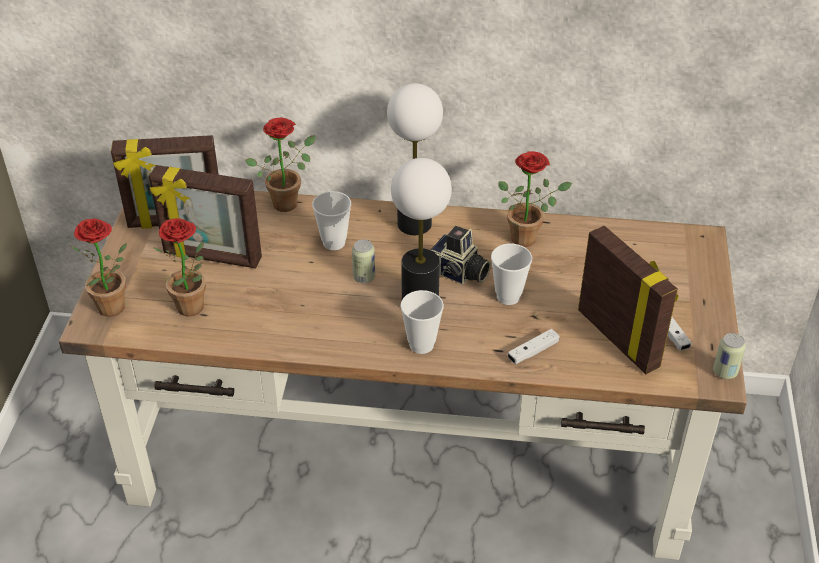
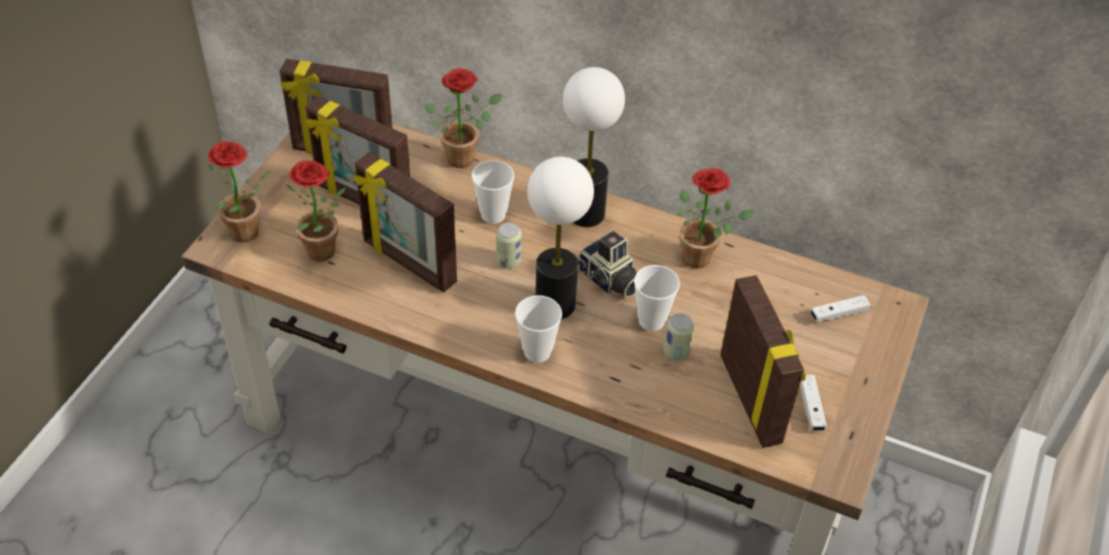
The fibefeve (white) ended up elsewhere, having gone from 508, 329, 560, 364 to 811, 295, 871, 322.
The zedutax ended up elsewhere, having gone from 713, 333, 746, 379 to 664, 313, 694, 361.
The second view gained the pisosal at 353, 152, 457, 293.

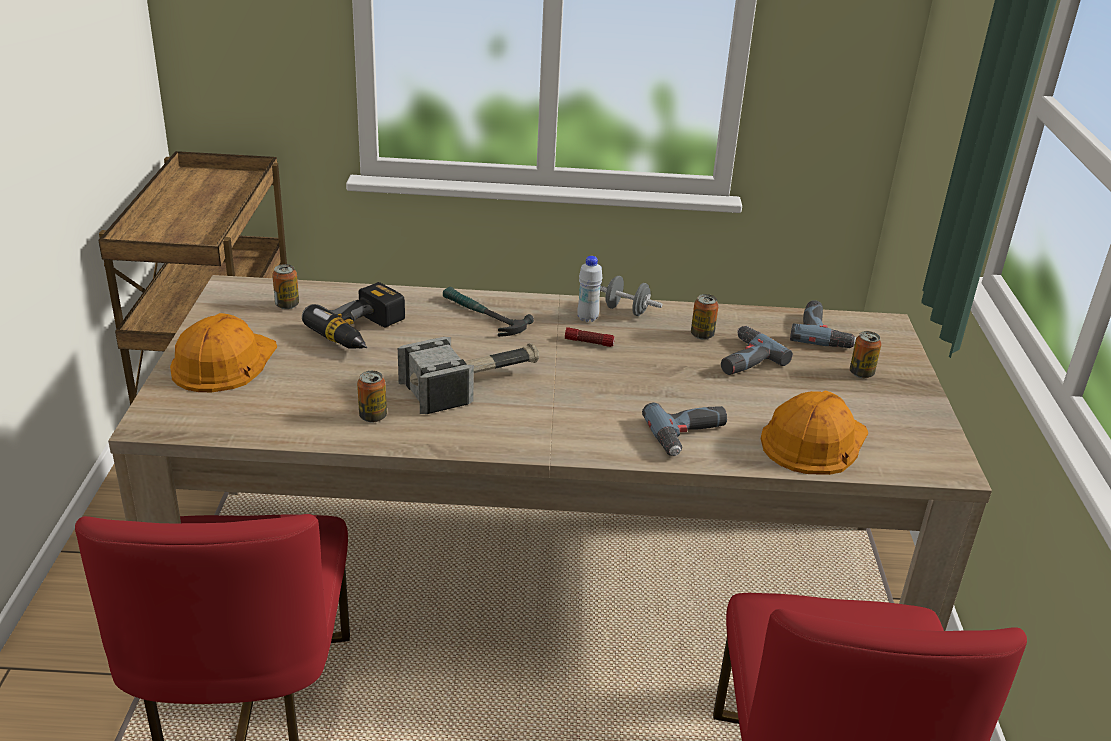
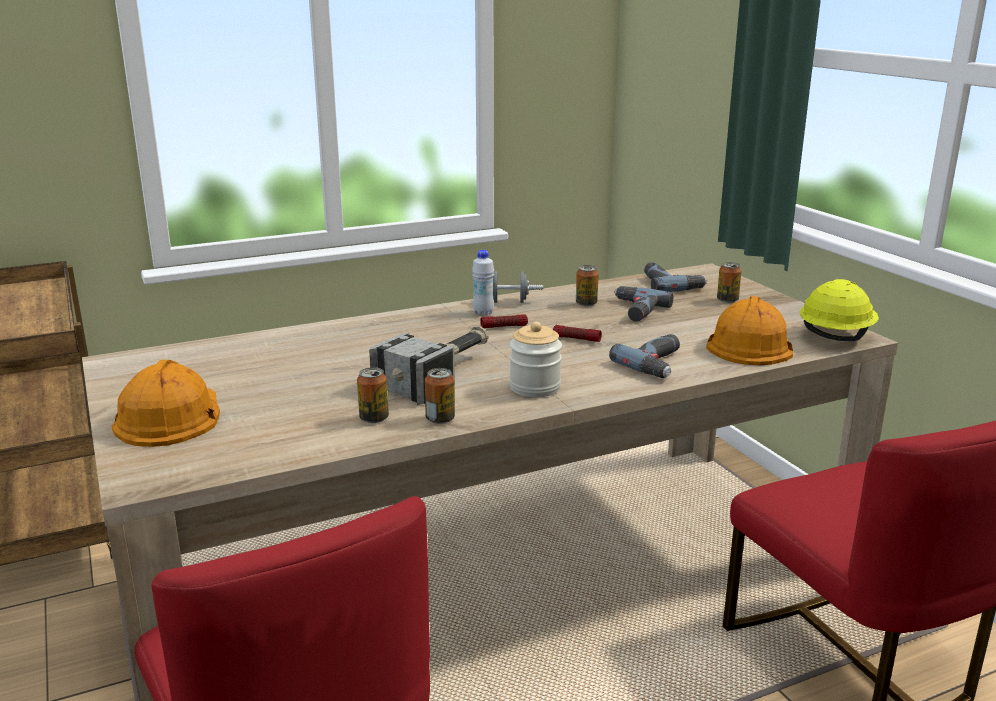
The zedutax ended up elsewhere, having gone from 272, 264, 299, 309 to 425, 368, 455, 424.
The second view lost the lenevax at 302, 282, 405, 349.
The second view lost the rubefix at 443, 287, 534, 337.
The second view gained the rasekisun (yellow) at 800, 279, 879, 341.
The second view gained the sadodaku at 509, 322, 562, 397.
The second view gained the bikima at 553, 325, 602, 342.

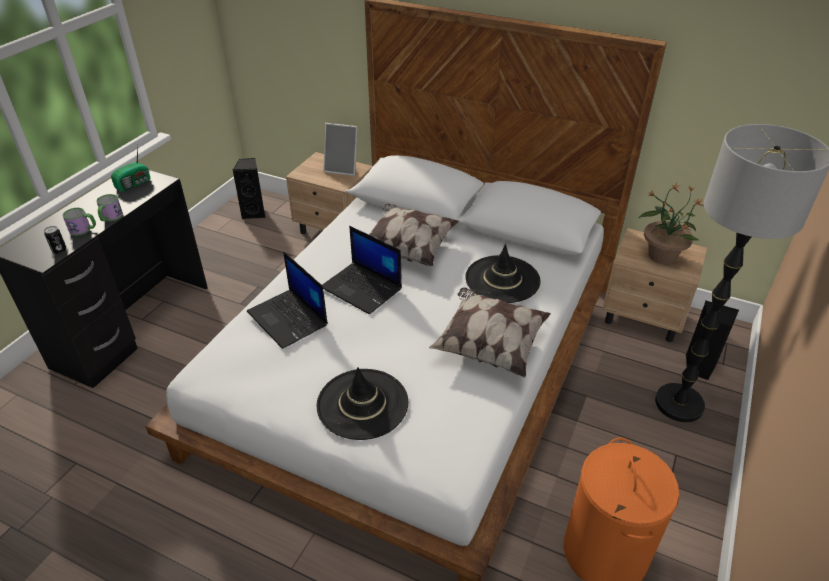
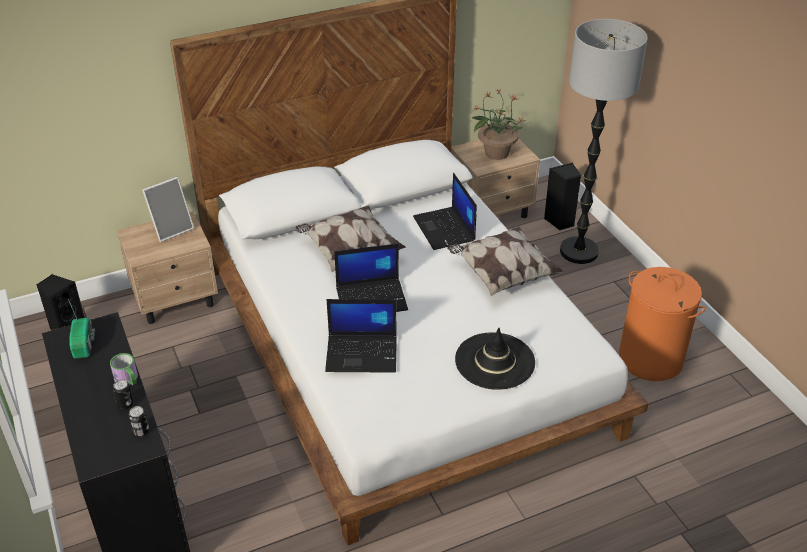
Where the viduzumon stood at 63, 208, 96, 236, the zedutax came to stand at 113, 379, 134, 409.
Where the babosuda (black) stood at 465, 244, 541, 303, the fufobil came to stand at 413, 173, 477, 250.

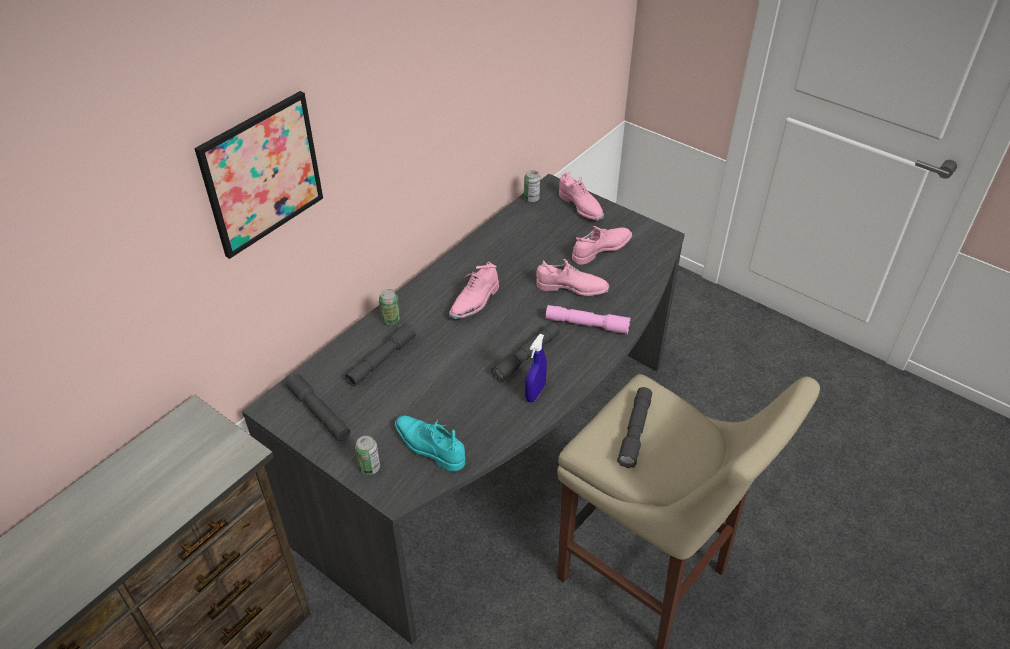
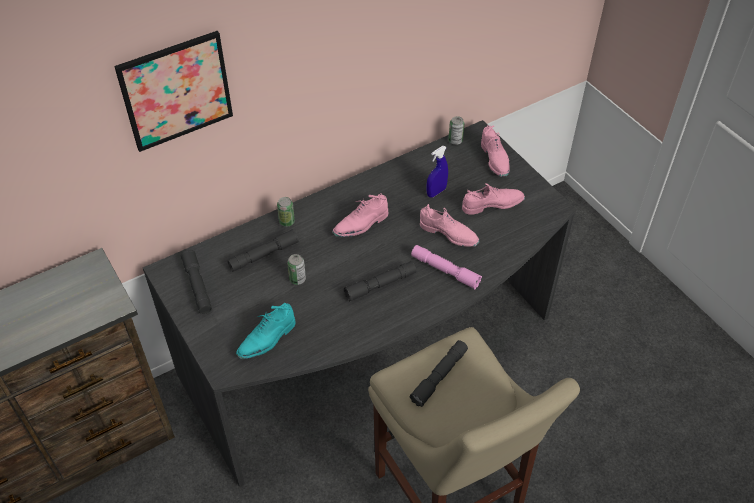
The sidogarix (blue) ended up elsewhere, having gone from 525, 334, 547, 402 to 427, 146, 448, 198.
The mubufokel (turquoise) at 394, 416, 465, 471 ended up facing another way, 105 degrees counterclockwise from before.
The zedutax ended up elsewhere, having gone from 355, 436, 380, 475 to 287, 254, 306, 285.

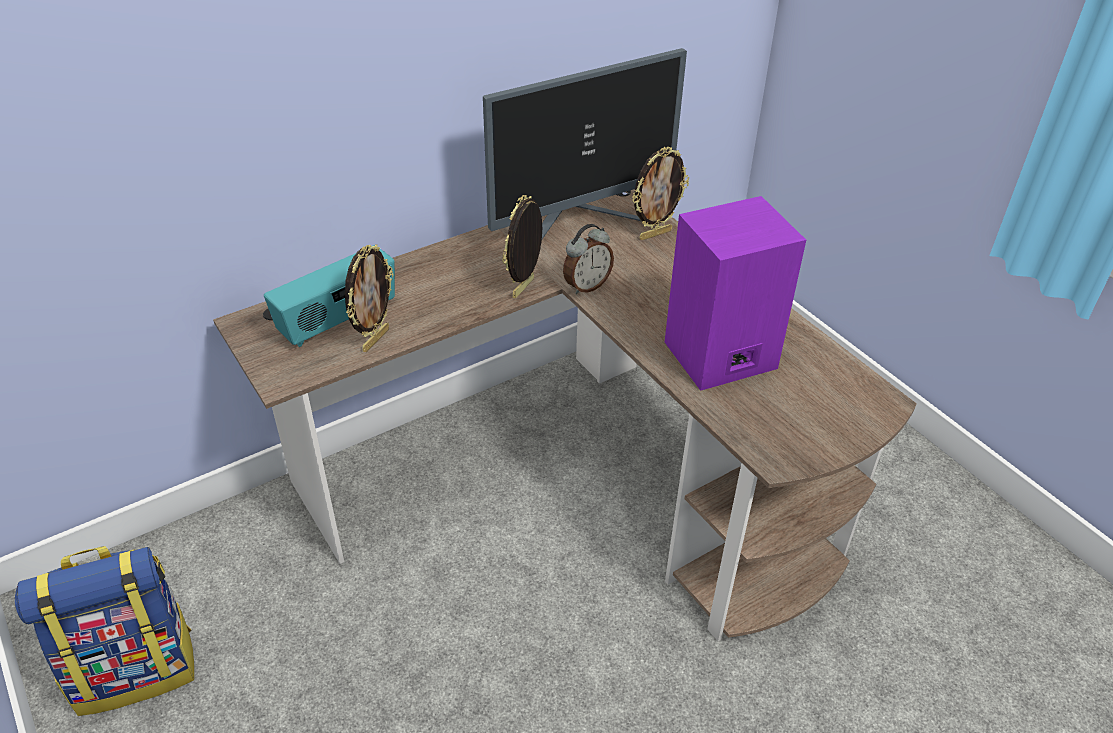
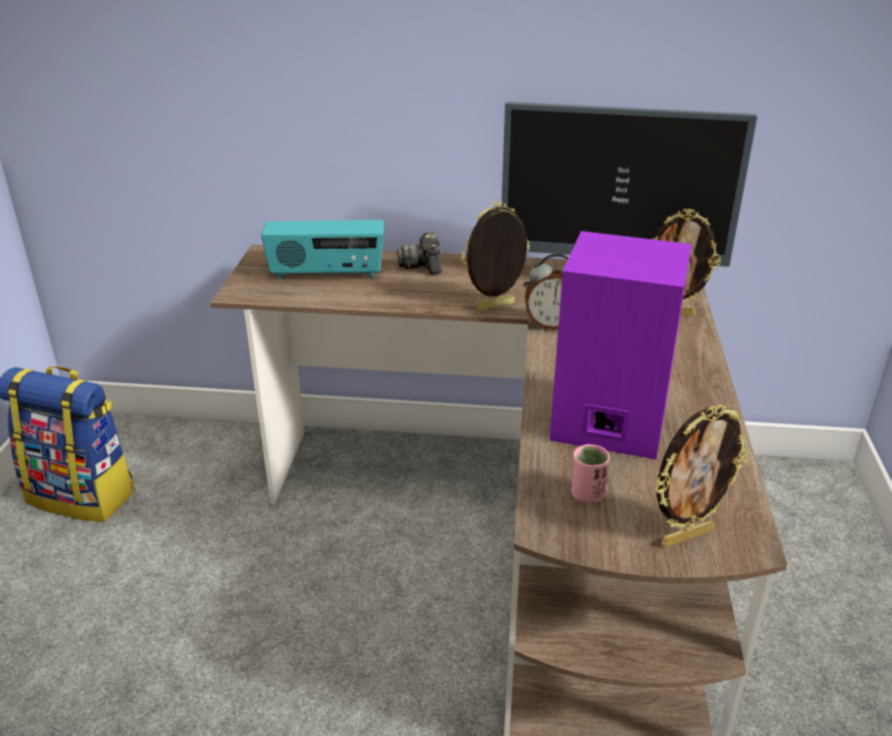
The pisosal ended up elsewhere, having gone from 345, 244, 394, 352 to 654, 405, 748, 547.
The second view gained the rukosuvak at 397, 232, 442, 275.
The second view gained the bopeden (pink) at 571, 444, 610, 503.

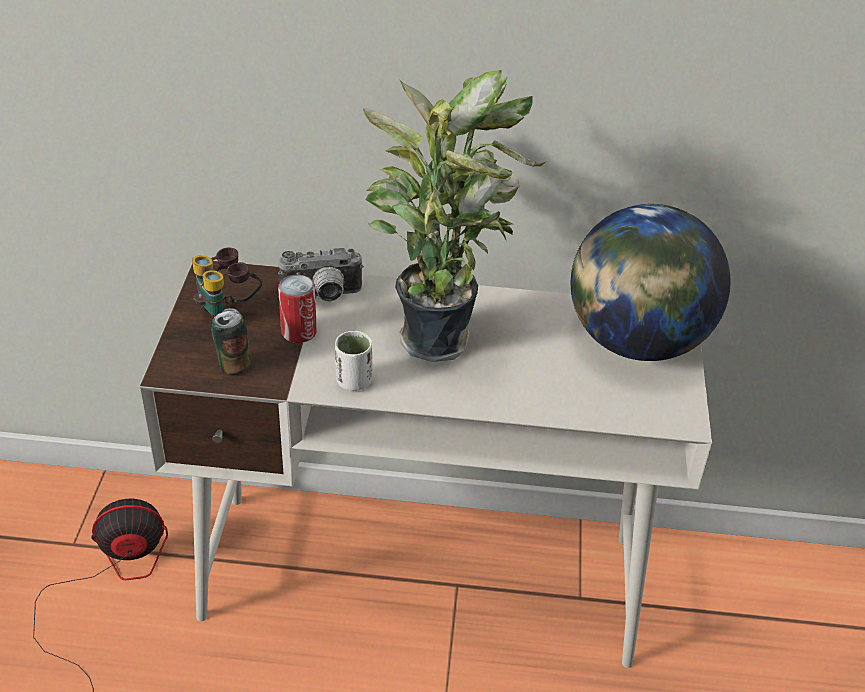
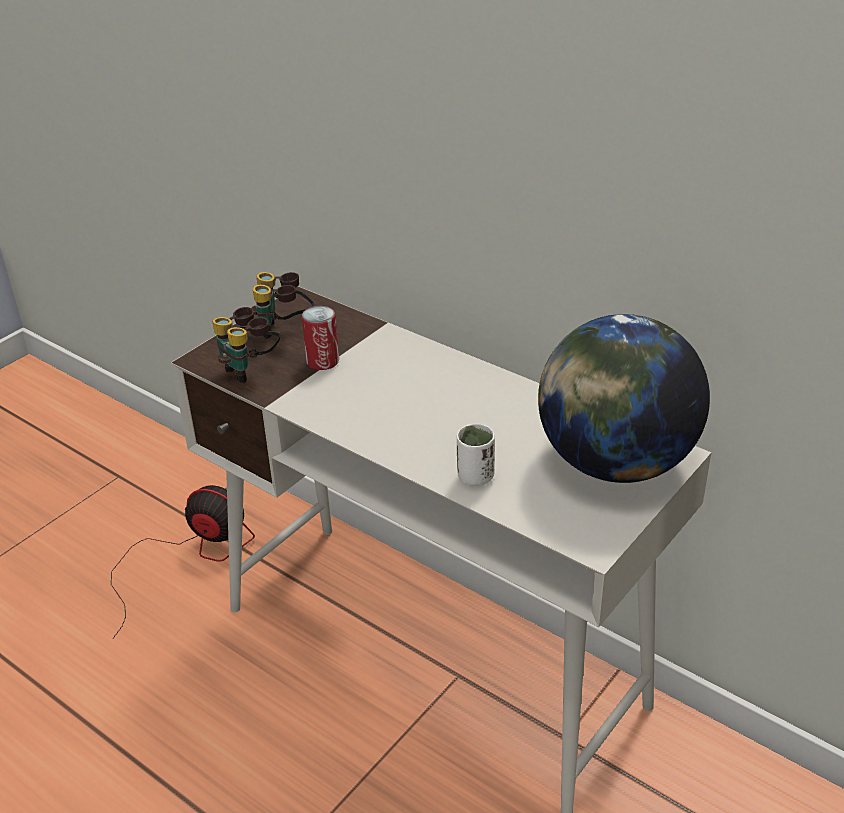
The second view lost the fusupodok at 363, 70, 547, 362.
The second view lost the rukosuvak at 278, 248, 364, 302.
Where the zedutax stood at 211, 308, 251, 375, the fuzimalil came to stand at 212, 307, 280, 383.
The bopeden (white) ended up elsewhere, having gone from 335, 331, 372, 391 to 457, 423, 495, 486.

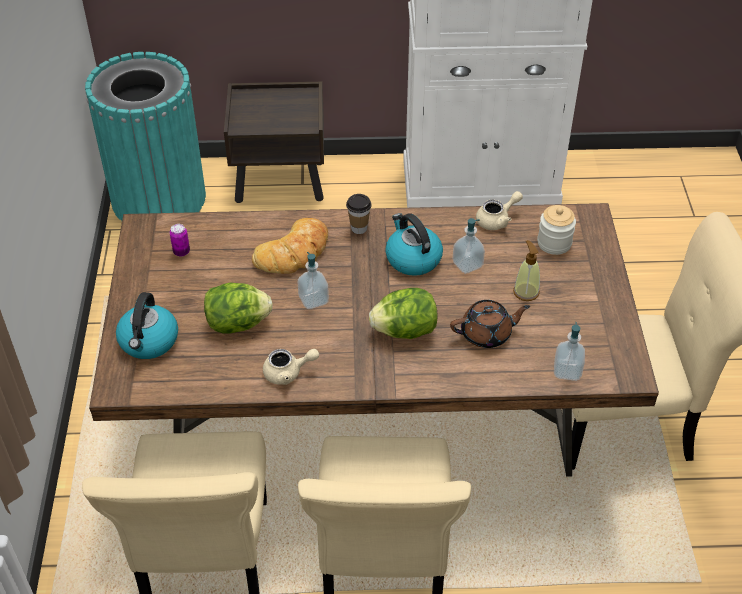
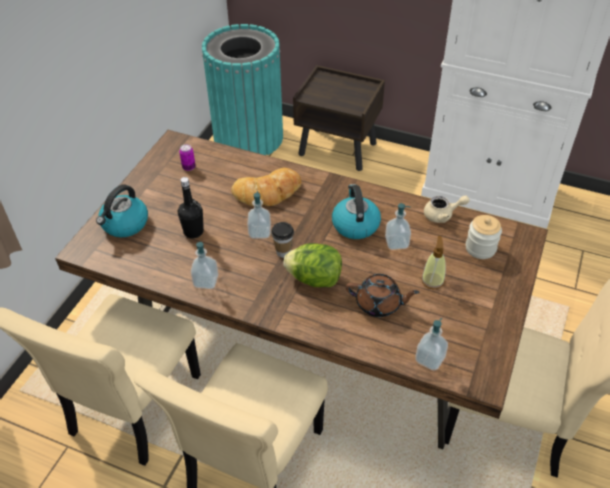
The bopeden ended up elsewhere, having gone from 346, 194, 372, 234 to 271, 222, 294, 258.
Where the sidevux stood at 204, 283, 273, 334, the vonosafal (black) came to stand at 178, 177, 204, 238.
Where the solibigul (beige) stood at 263, 349, 319, 385, the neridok came to stand at 191, 242, 219, 289.

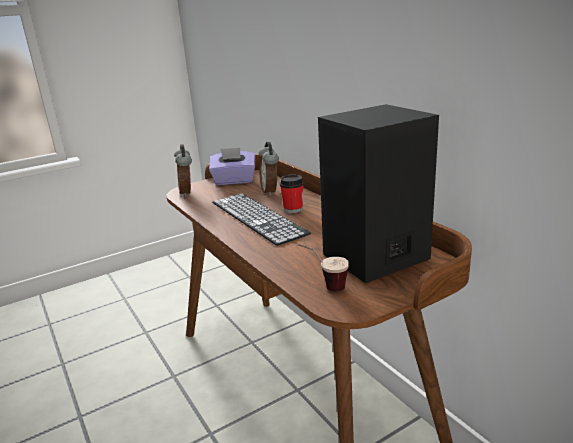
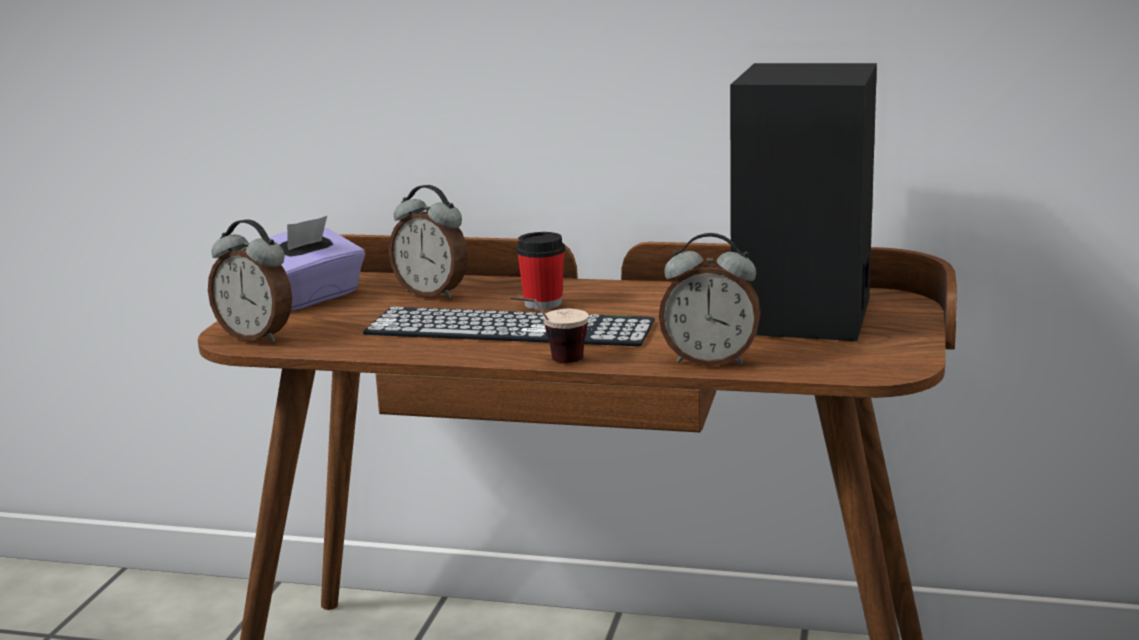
The bopeden ended up elsewhere, having gone from 297, 244, 349, 292 to 509, 297, 589, 363.
The second view gained the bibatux at 659, 233, 761, 366.

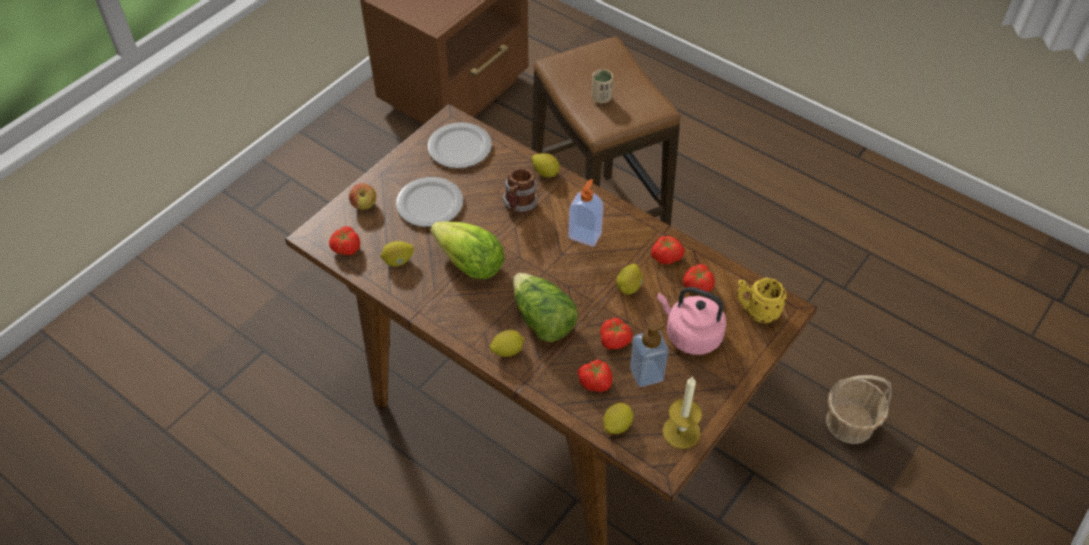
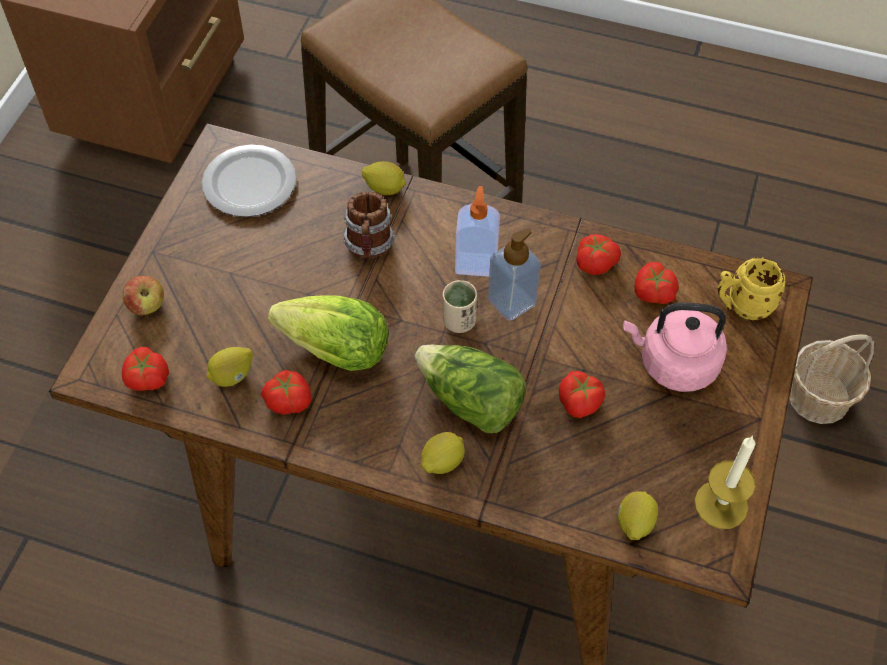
The bopeden (beige) ended up elsewhere, having gone from 592, 69, 613, 103 to 443, 280, 477, 333.
The second view lost the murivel at 396, 177, 463, 227.
The second view lost the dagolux at 616, 264, 642, 294.
The neridok ended up elsewhere, having gone from 630, 323, 669, 387 to 488, 228, 541, 321.
The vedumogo ended up elsewhere, having gone from 577, 360, 613, 392 to 261, 370, 311, 415.

